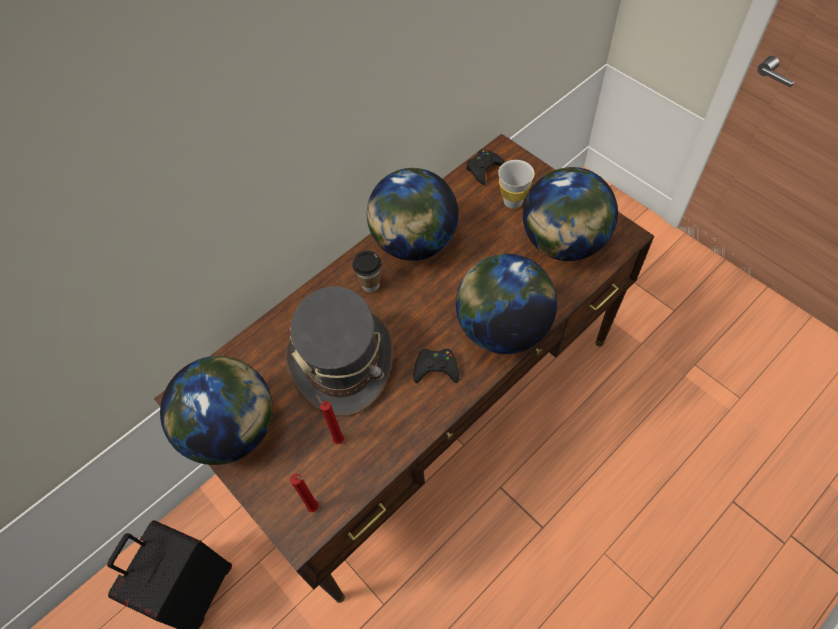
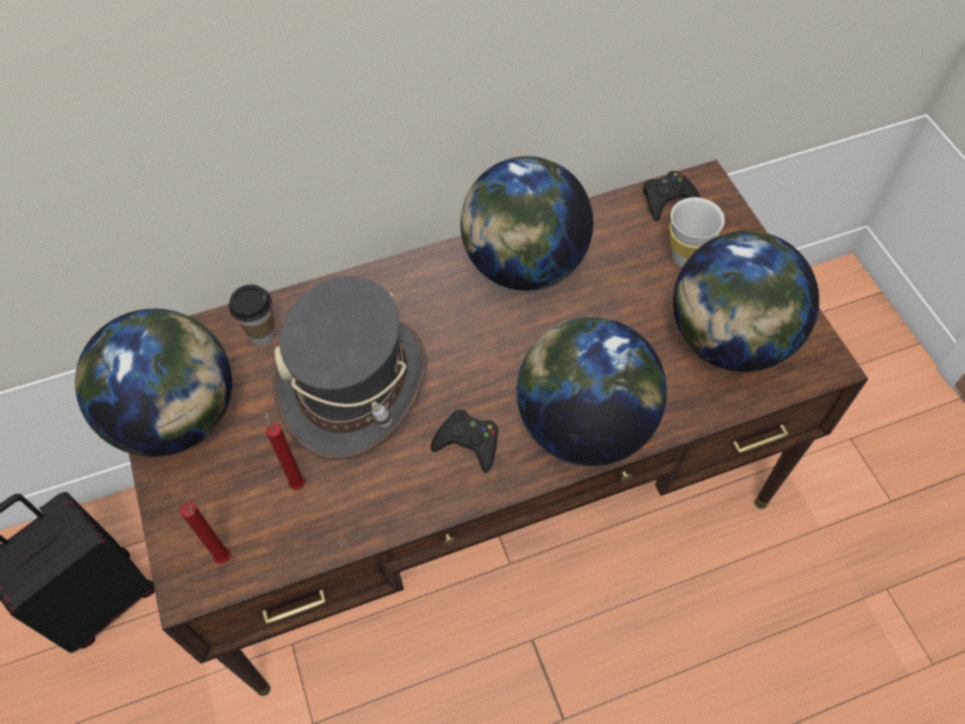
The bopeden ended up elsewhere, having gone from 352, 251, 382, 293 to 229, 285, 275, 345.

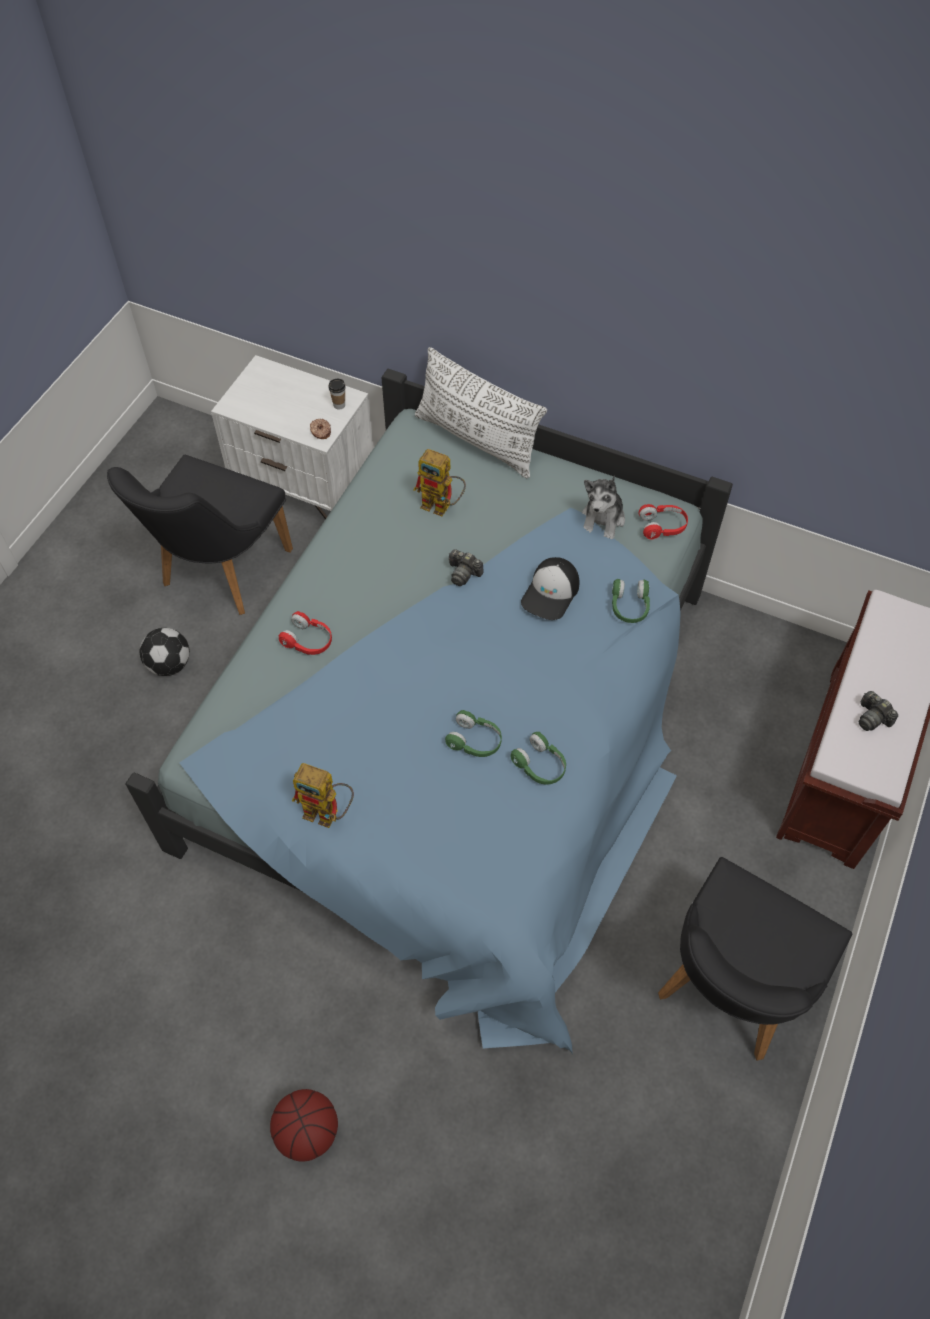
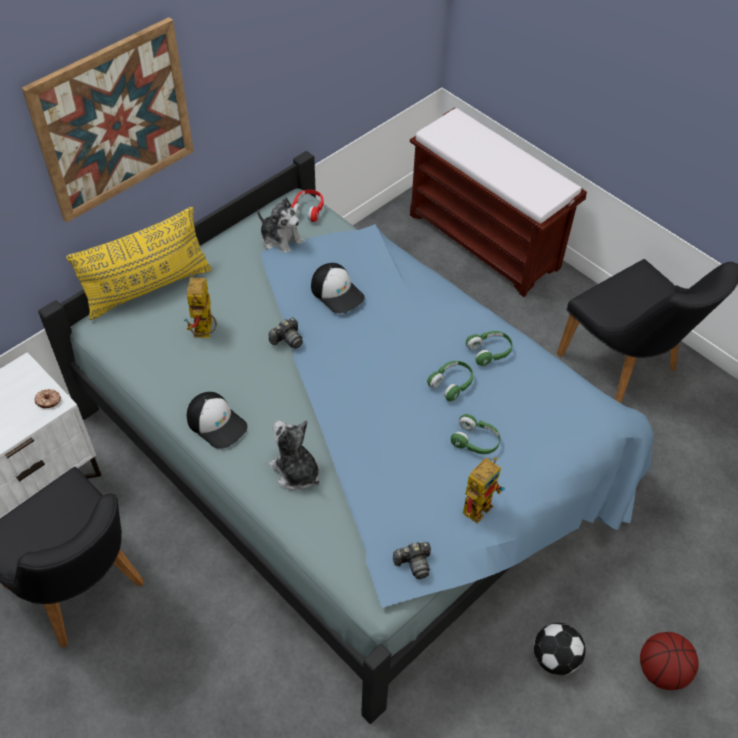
What was the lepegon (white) at 415, 347, 547, 478 turned into the lepegon (yellow) at 66, 207, 212, 320.
The second view lost the bopeden at 328, 379, 346, 410.
The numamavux at 414, 449, 466, 516 ended up facing another way, 135 degrees clockwise from before.
The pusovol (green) ended up elsewhere, having gone from 612, 579, 650, 623 to 451, 414, 500, 454.
Where the pusovol (red) stood at 279, 611, 332, 655, the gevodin came to stand at 269, 420, 320, 491.
The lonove ended up elsewhere, having gone from 140, 628, 190, 676 to 534, 623, 585, 675.
The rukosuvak ended up elsewhere, having gone from 859, 691, 898, 731 to 393, 542, 431, 579.
The second view gained the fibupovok at 22, 17, 194, 223.
The second view gained the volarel at 187, 392, 248, 449.

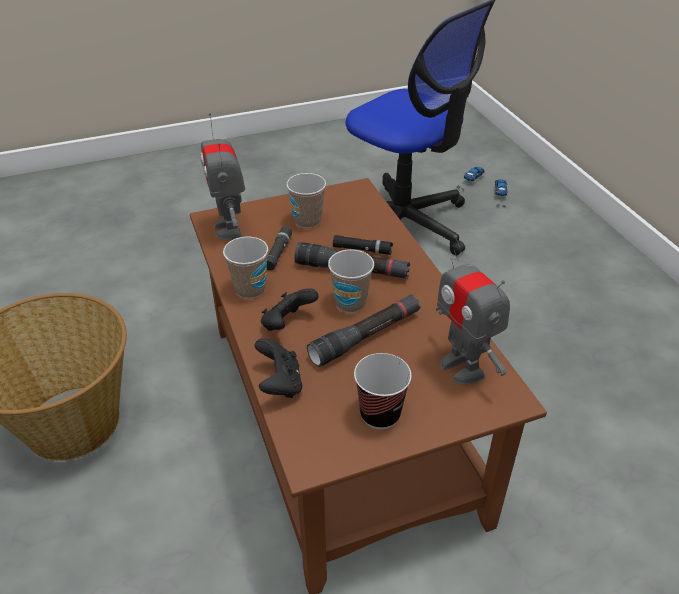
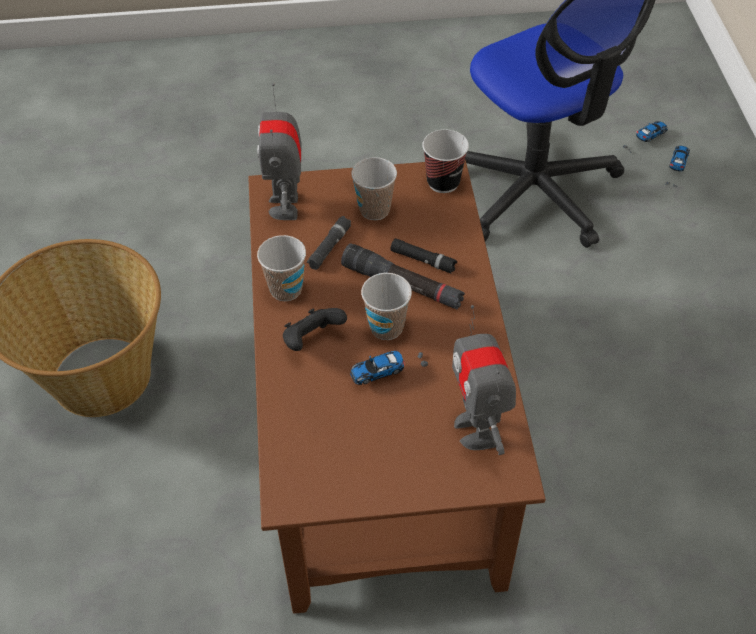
Where the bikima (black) stood at 307, 295, 420, 367, the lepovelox came to stand at 350, 351, 428, 385.
The second view lost the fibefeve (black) at 255, 338, 302, 398.
The bopeden ended up elsewhere, having gone from 354, 353, 412, 429 to 422, 130, 469, 193.

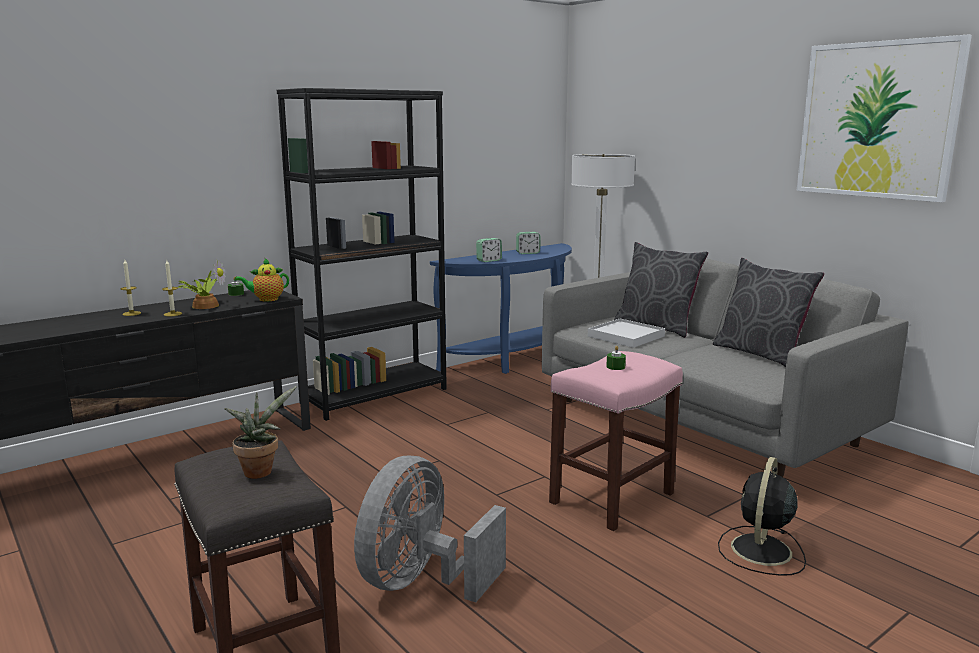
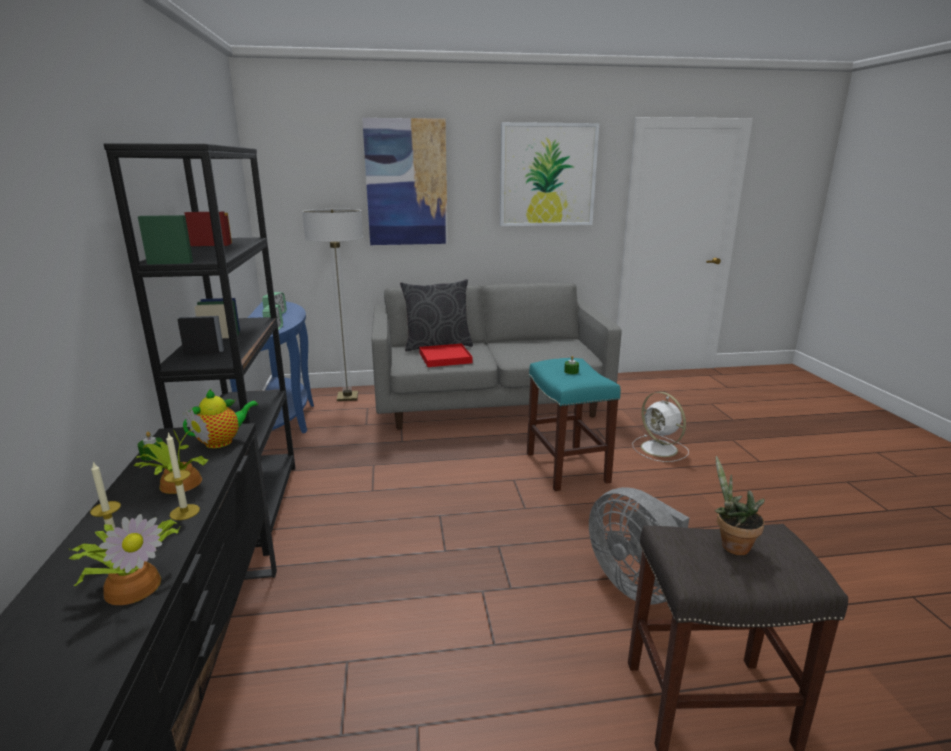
The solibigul at 235, 258, 289, 302 ended up facing another way, 135 degrees counterclockwise from before.
The second view lost the lepegon (grey) at 713, 258, 824, 367.
What was the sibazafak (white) at 588, 319, 665, 348 turned into the sibazafak (red) at 419, 344, 473, 367.
What was the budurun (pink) at 549, 351, 683, 531 turned into the budurun (turquoise) at 527, 358, 621, 491.
What was the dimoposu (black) at 718, 457, 806, 576 turned into the dimoposu (white) at 632, 392, 689, 462.
The second view gained the fibupovok at 362, 118, 448, 245.
The second view gained the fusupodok at 68, 514, 180, 605.

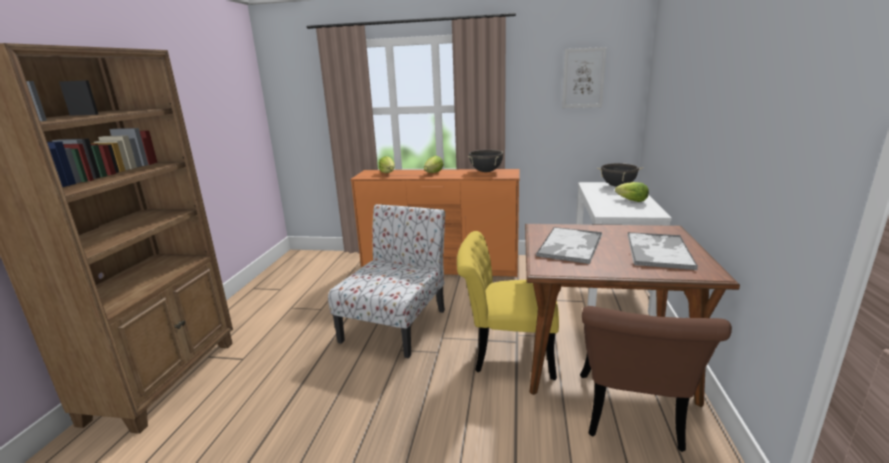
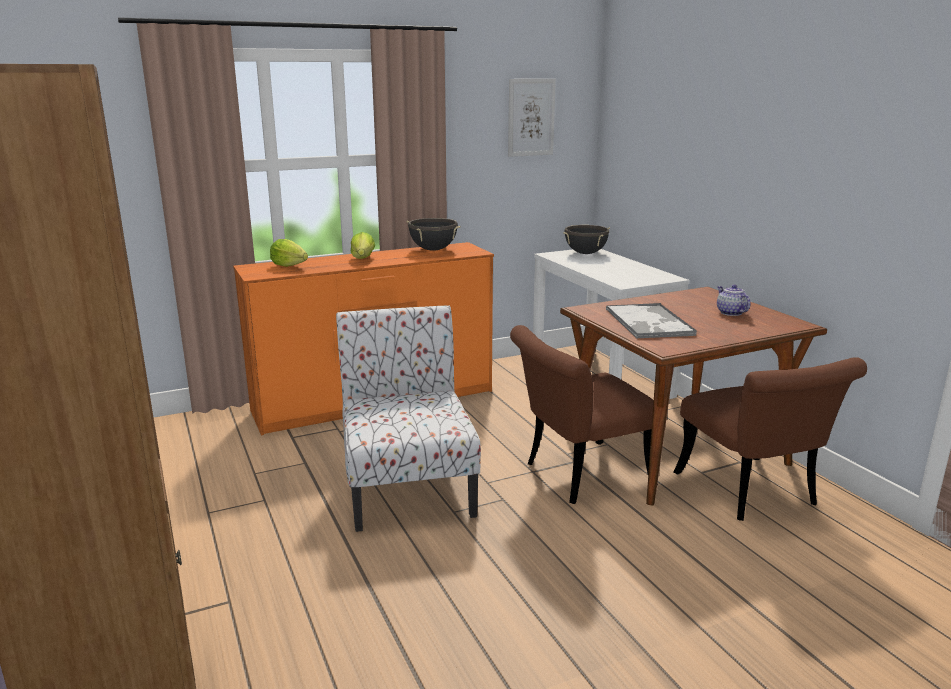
The second view lost the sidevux at 615, 182, 649, 202.
What was the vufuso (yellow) at 457, 231, 559, 380 turned into the vufuso (brown) at 510, 325, 658, 504.
Where the sibazafak stood at 628, 232, 698, 270, the solibigul came to stand at 717, 284, 751, 316.

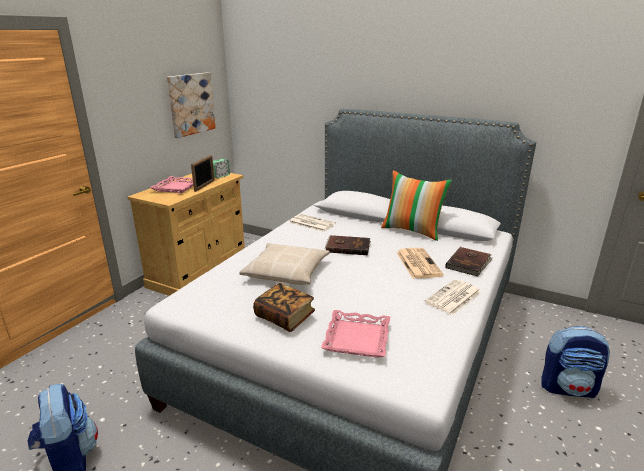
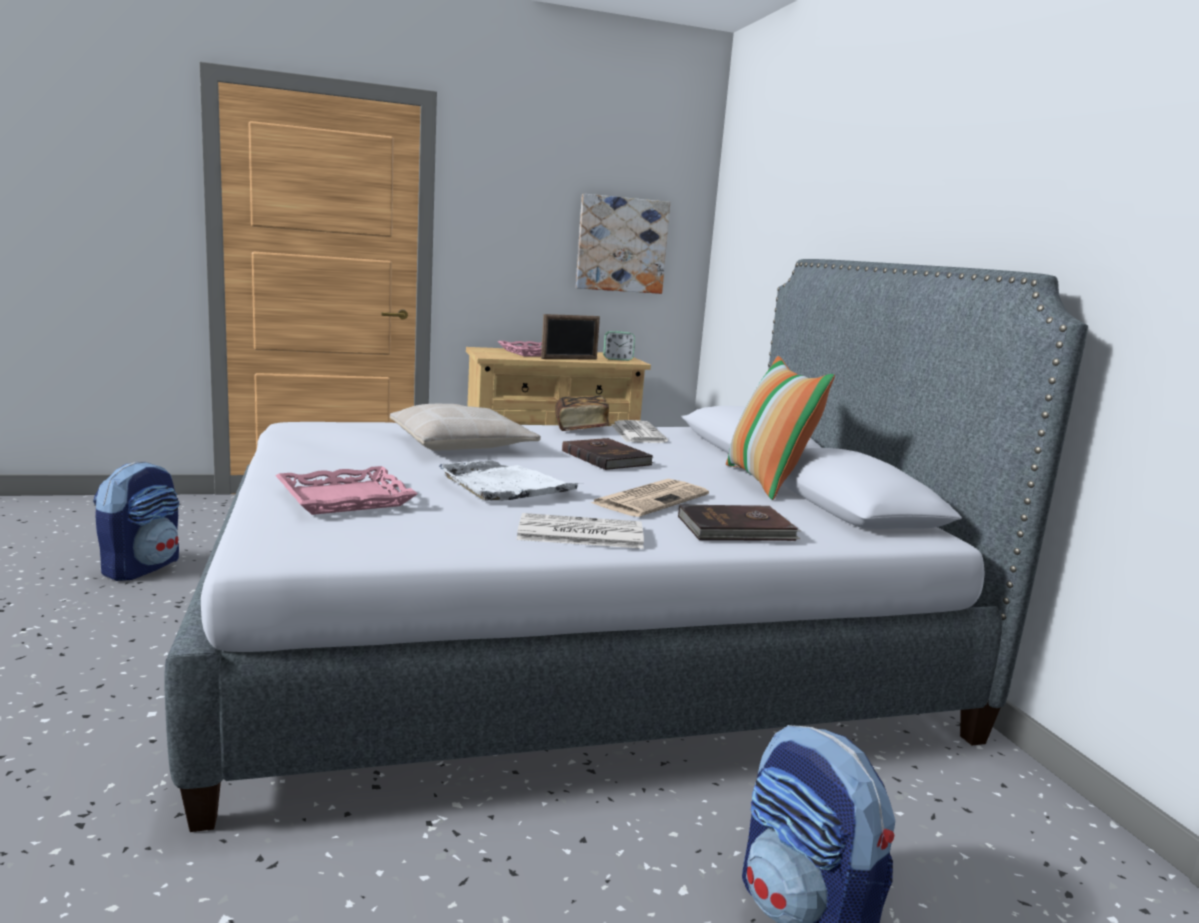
The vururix ended up elsewhere, having gone from 253, 283, 315, 332 to 555, 396, 609, 431.
The second view gained the sibazafak (white) at 439, 460, 584, 501.

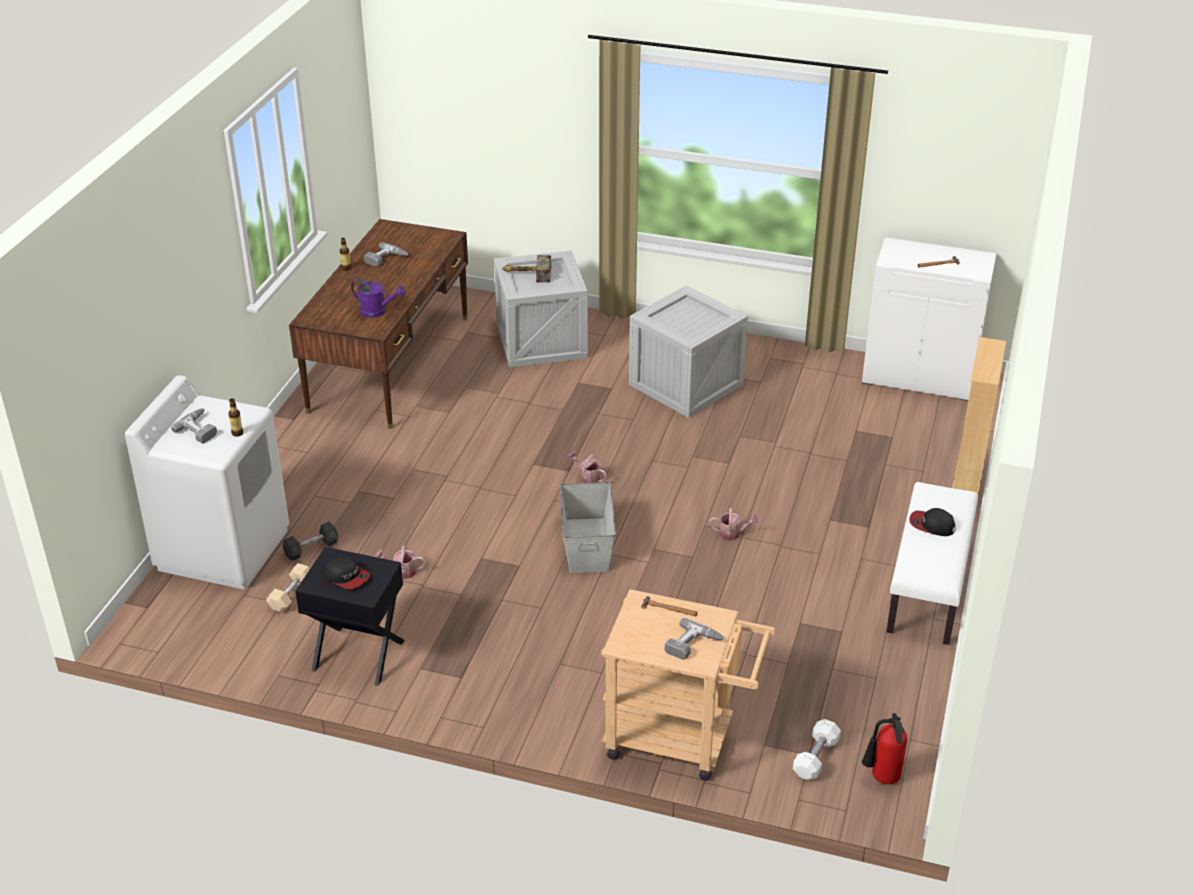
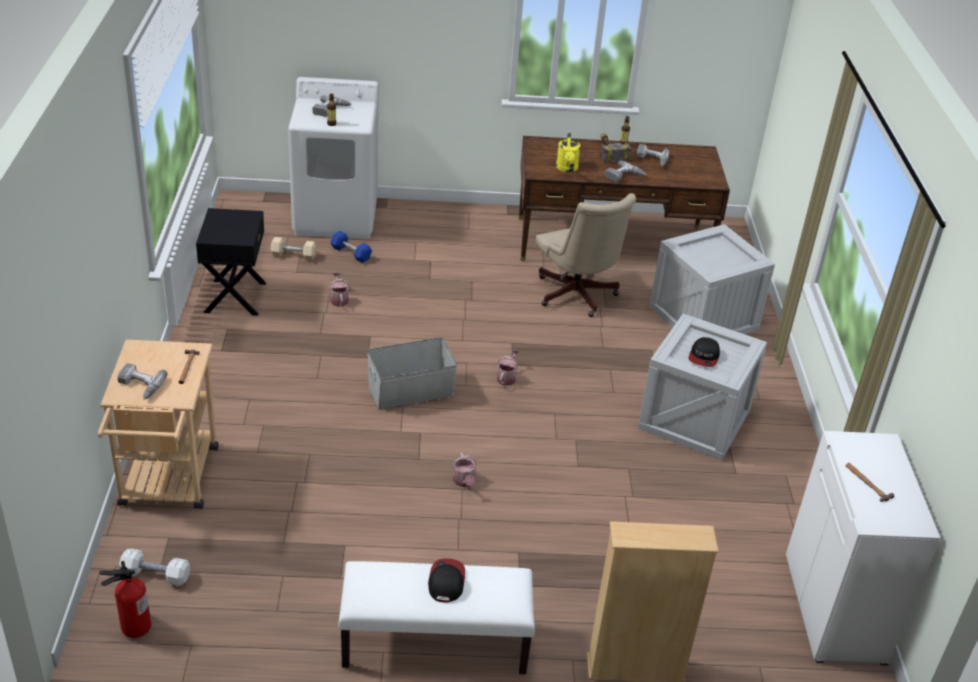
The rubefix ended up elsewhere, having gone from 502, 255, 551, 283 to 600, 133, 632, 163.
What was the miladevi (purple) at 351, 278, 405, 318 turned into the miladevi (yellow) at 556, 133, 580, 172.
What was the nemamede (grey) at 283, 522, 338, 561 turned into the nemamede (blue) at 330, 231, 372, 263.
The volarel ended up elsewhere, having gone from 324, 555, 370, 589 to 689, 337, 720, 367.
The second view gained the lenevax at 605, 160, 646, 182.
The second view gained the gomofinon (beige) at 536, 193, 636, 317.

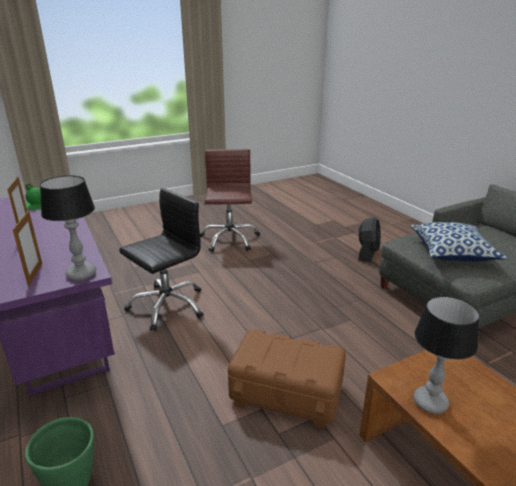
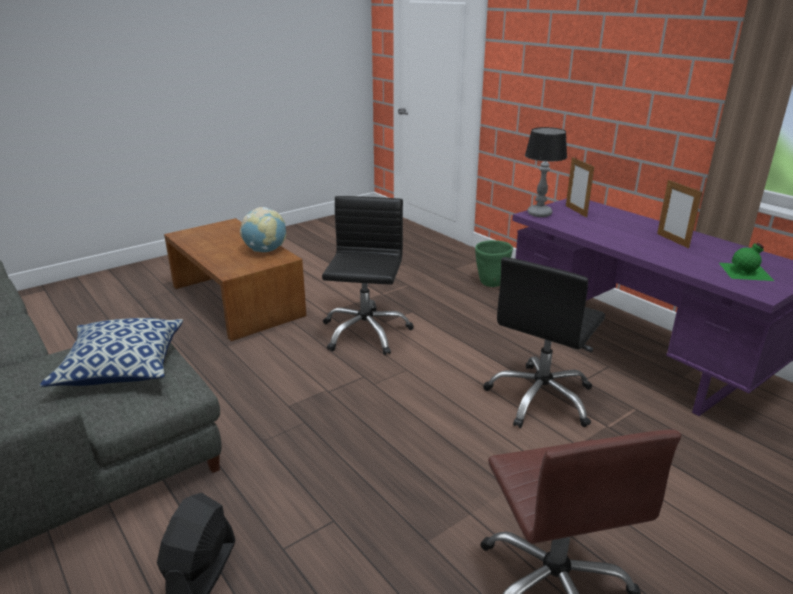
Where the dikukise stood at 414, 296, 480, 414, the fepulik came to stand at 240, 207, 286, 252.
Where the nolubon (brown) stood at 228, 329, 346, 429, the gomofinon (black) came to stand at 322, 196, 414, 355.

